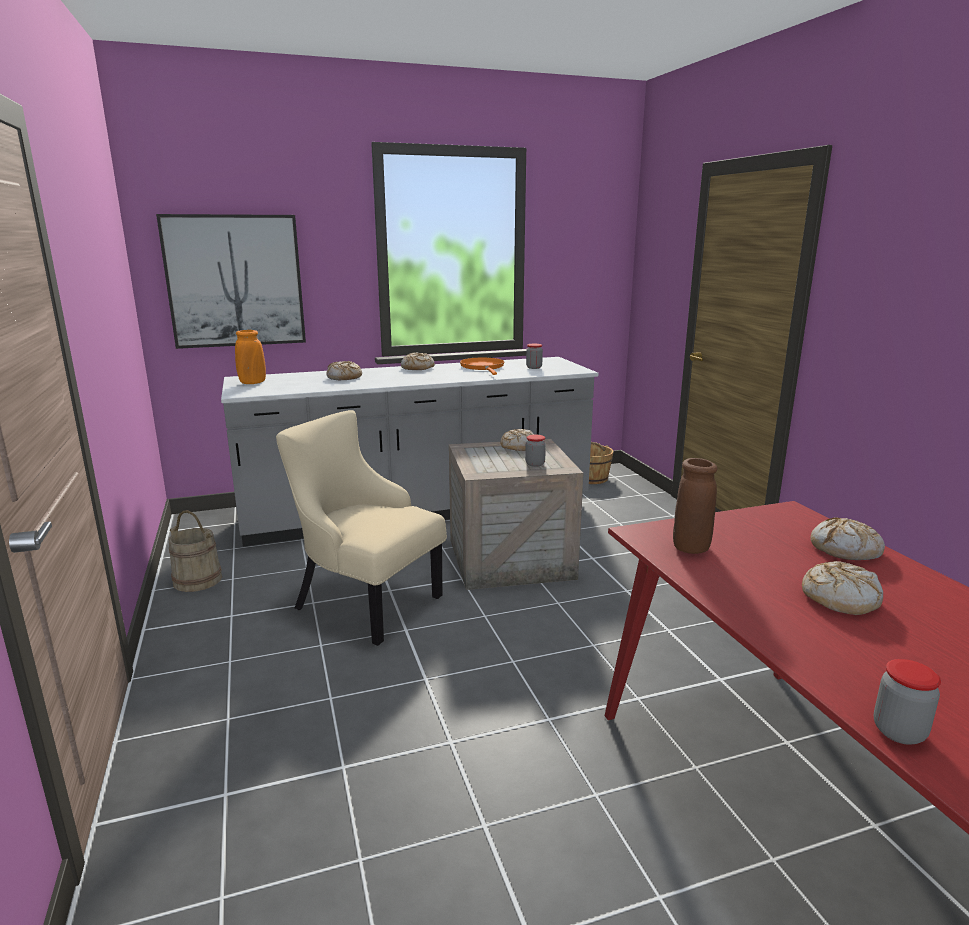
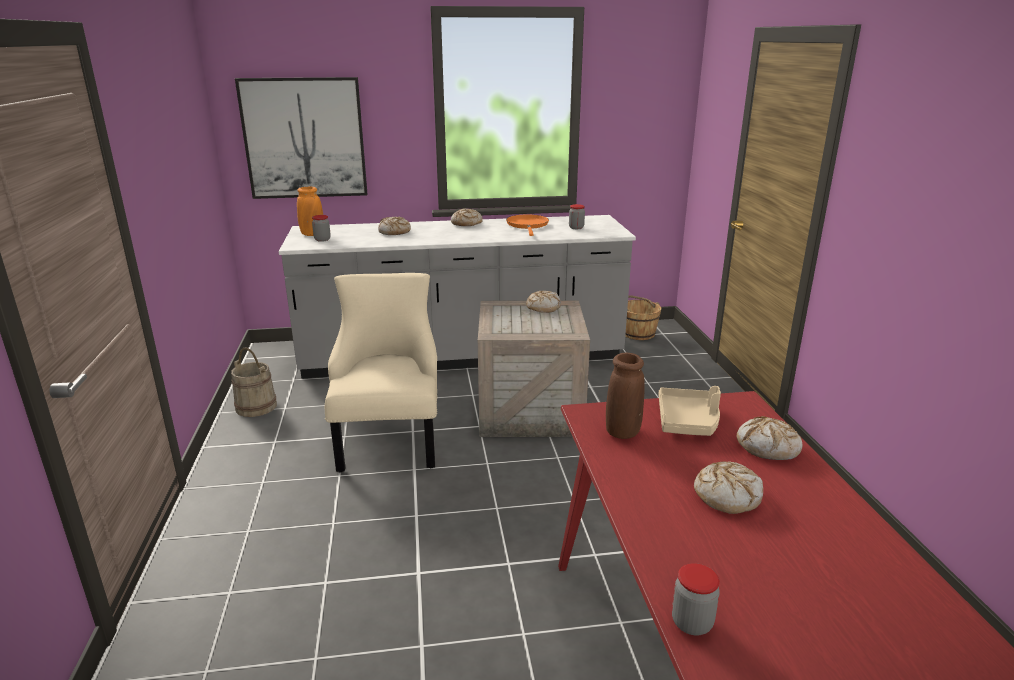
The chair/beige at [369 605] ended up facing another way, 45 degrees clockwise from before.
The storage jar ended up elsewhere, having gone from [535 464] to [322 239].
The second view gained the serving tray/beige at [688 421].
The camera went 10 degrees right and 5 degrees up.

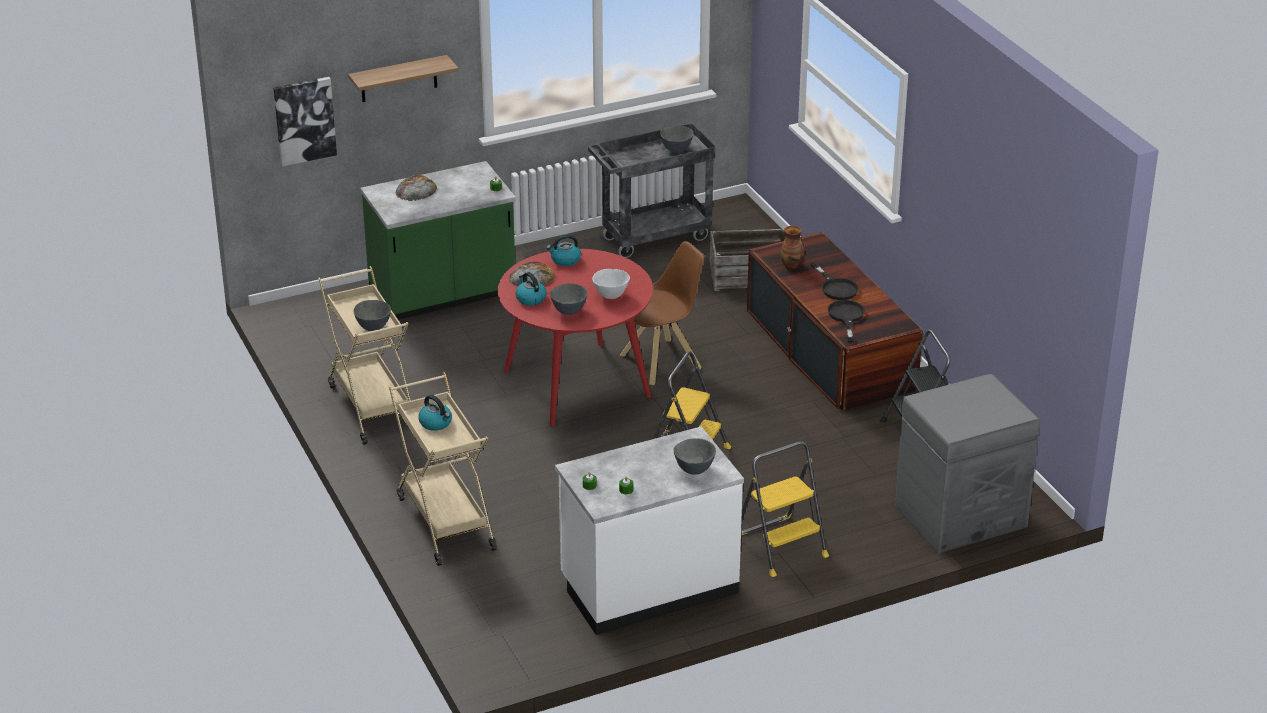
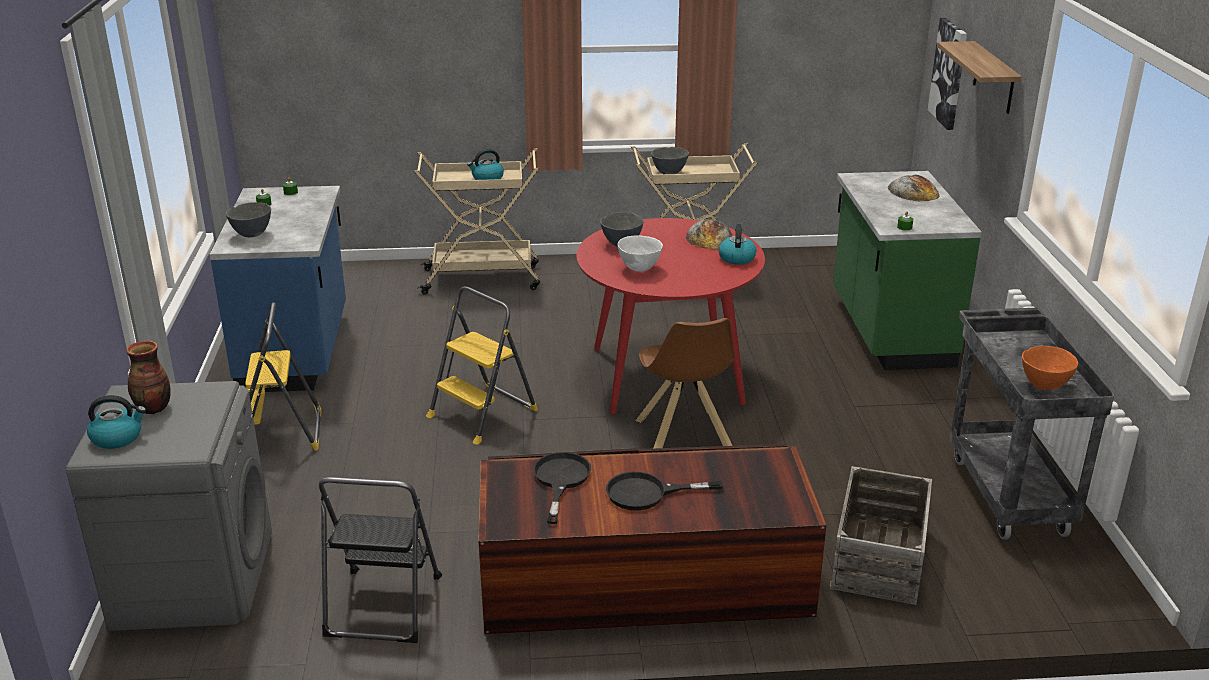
The kettle ended up elsewhere, having gone from [530 299] to [118 437].
What was the counter/white at [648 586] turned into the counter/bluish at [297 351].
What was the deep dish/gray at [676 150] turned into the deep dish/orange-coloured at [1044 386].
The vase ended up elsewhere, having gone from [792 265] to [153 408].
The frying pan/blackish at [846 317] ended up facing another way, 105 degrees counterclockwise from before.
The camera went 110 degrees right and 5 degrees down.

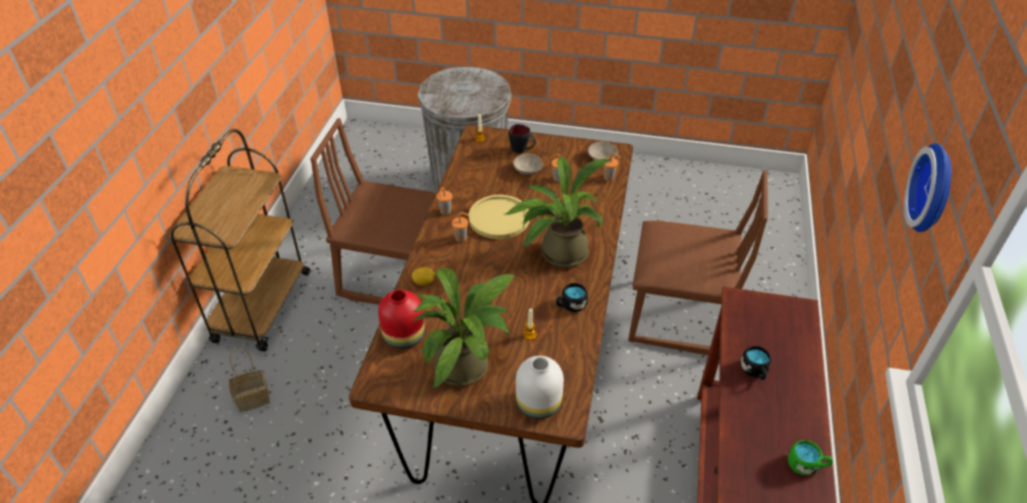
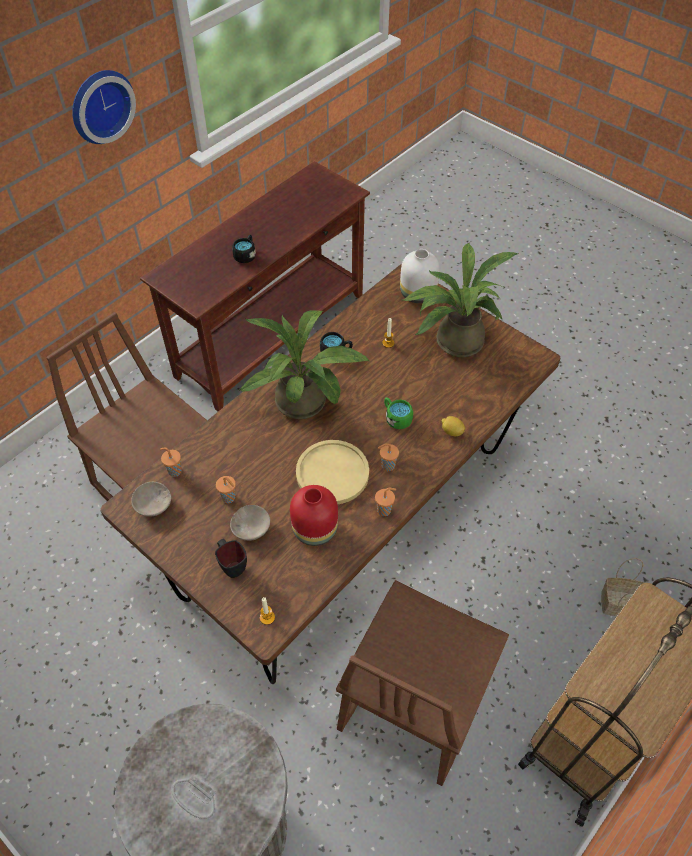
The chair/brown-coloured at [394 274] ended up facing another way, 75 degrees clockwise from before.
The vase/reddish ended up elsewhere, having gone from [405 336] to [313 529].
The tea mug/green ended up elsewhere, having gone from [807 465] to [396 418].
The camera went 150 degrees left and 10 degrees up.

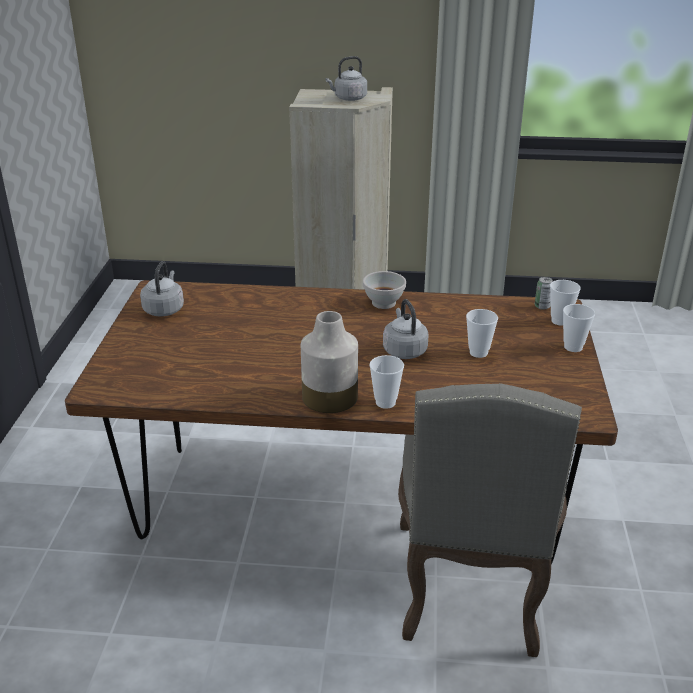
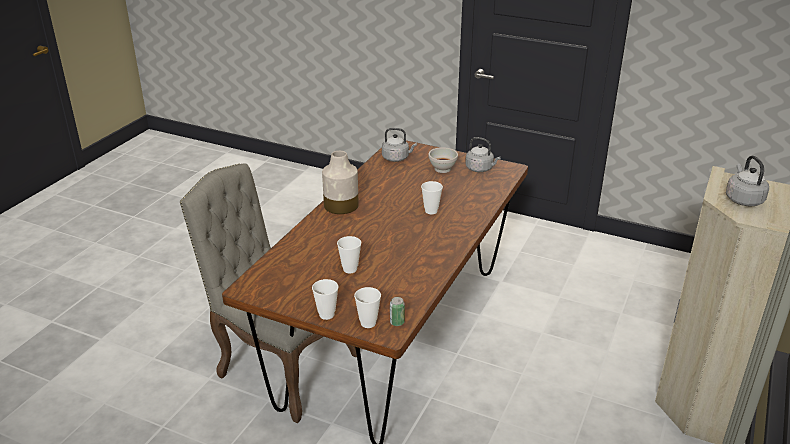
The deep dish/white ended up elsewhere, having gone from [383 303] to [443 169].
The drinking cup ended up elsewhere, having gone from [385 402] to [431 211].
The kettle/gray ended up elsewhere, having gone from [404 350] to [397 158].
The camera went 110 degrees right and 0 degrees up.

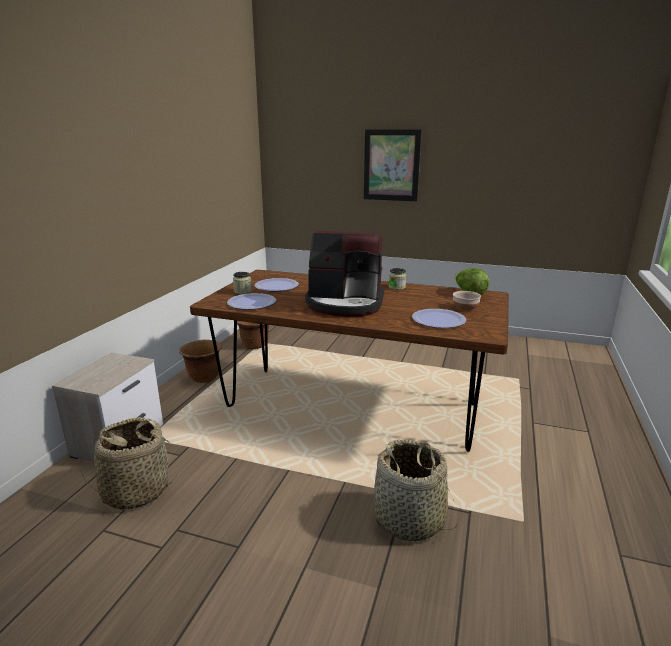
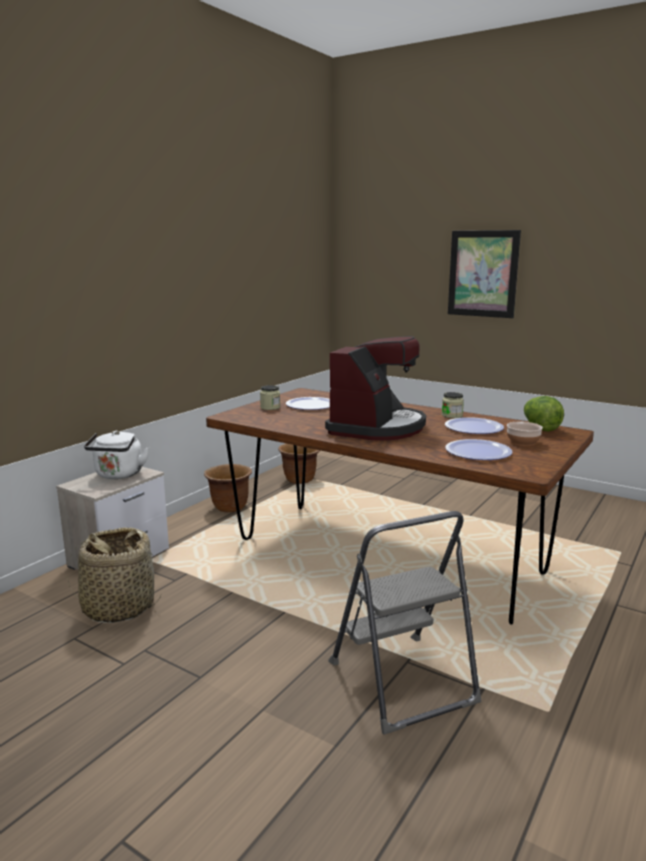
The dinner plate ended up elsewhere, having gone from [251 303] to [473 427].
The coffee machine at [345 304] ended up facing another way, 90 degrees counterclockwise from before.
Where the household basket stood at [410 519], the step stool/gray came to stand at [404 684].
The second view gained the kettle/white at [118 475].
The camera went 15 degrees right and 5 degrees down.

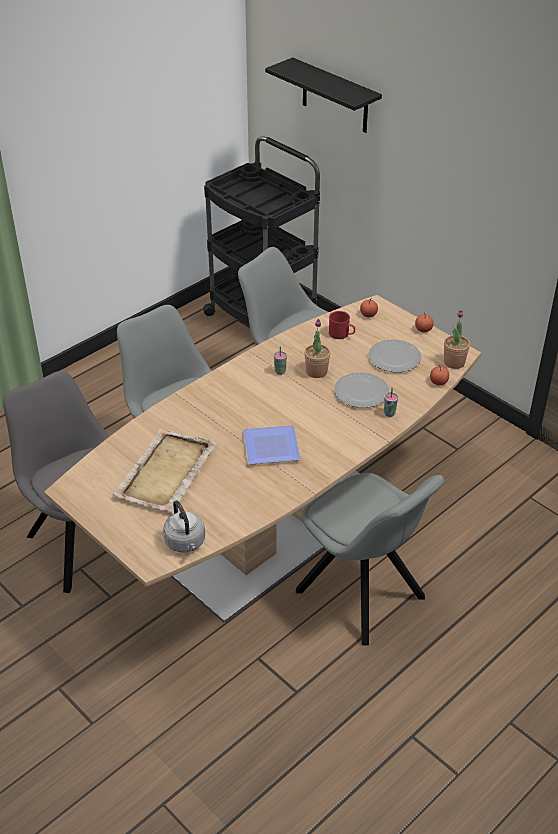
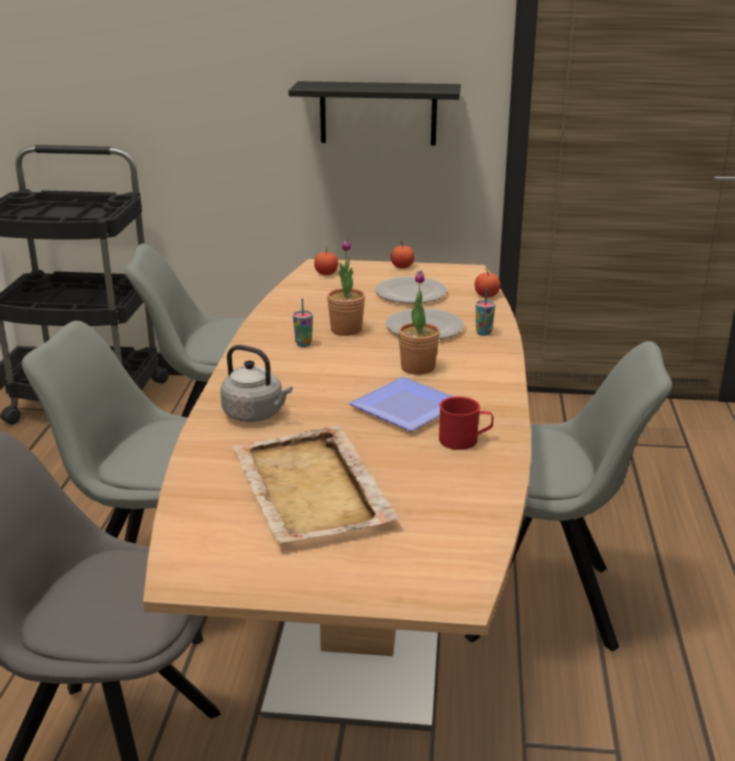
The kettle/gray ended up elsewhere, having gone from [186 543] to [256 414].
The wall shelf/blackish ended up elsewhere, having gone from [335 96] to [378 113].
The tea mug/reddish ended up elsewhere, having gone from [341 334] to [465 440].
The houseplant ended up elsewhere, having gone from [454 362] to [418 367].
The camera went 40 degrees left and 15 degrees down.

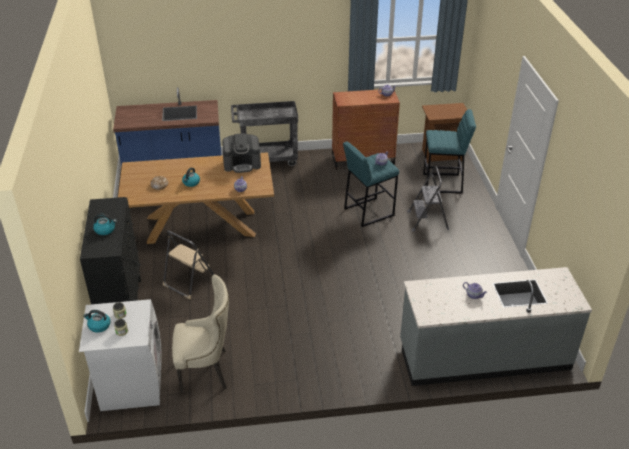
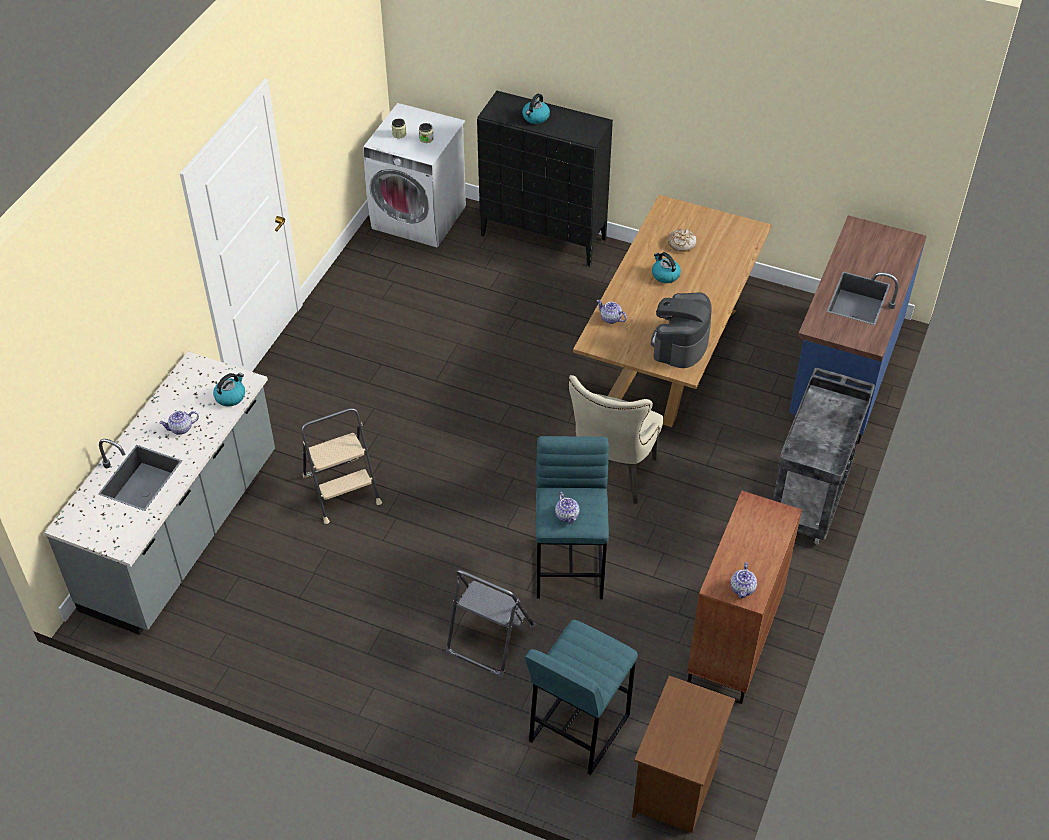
The kettle ended up elsewhere, having gone from [99 326] to [230 396].
The step stool/beige ended up elsewhere, having gone from [188 282] to [341 487].
The chair/beige ended up elsewhere, having gone from [205 371] to [612 472].
The camera went 120 degrees right and 10 degrees up.

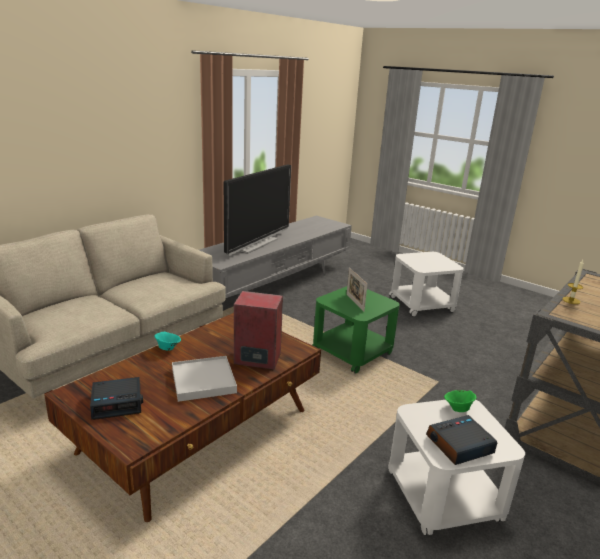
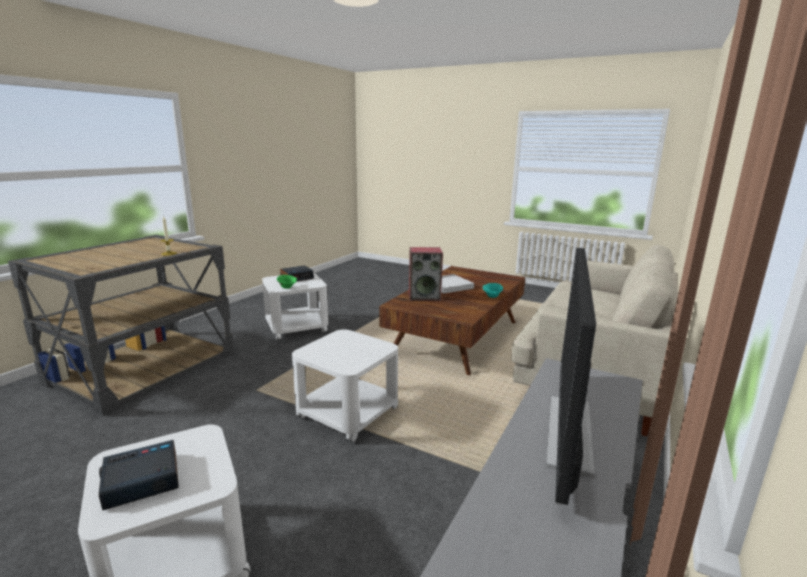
The alarm clock ended up elsewhere, having gone from [117 403] to [141 481].
What was the accent table/green at [352 351] turned into the accent table/white at [347 413].
The second view lost the standing frame at [355 302].
The camera went 170 degrees right and 5 degrees down.

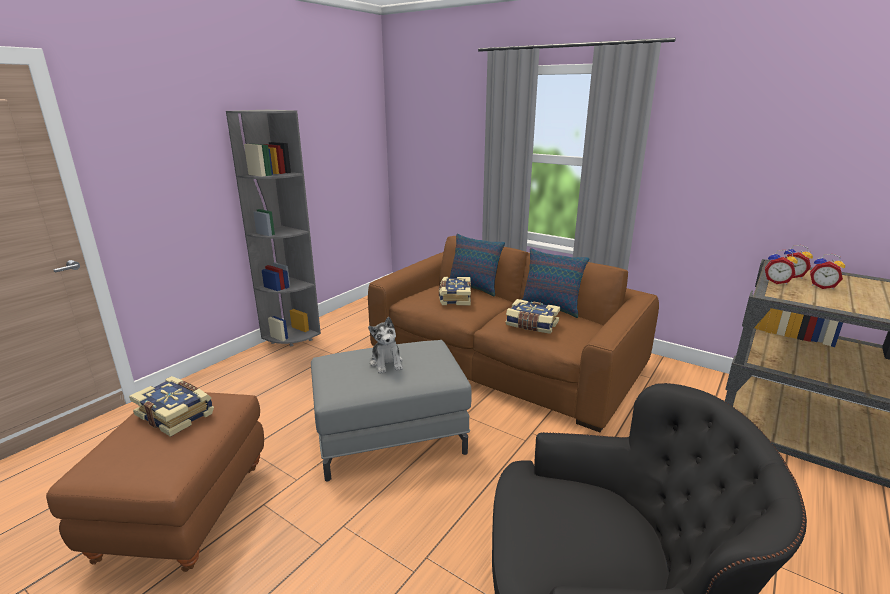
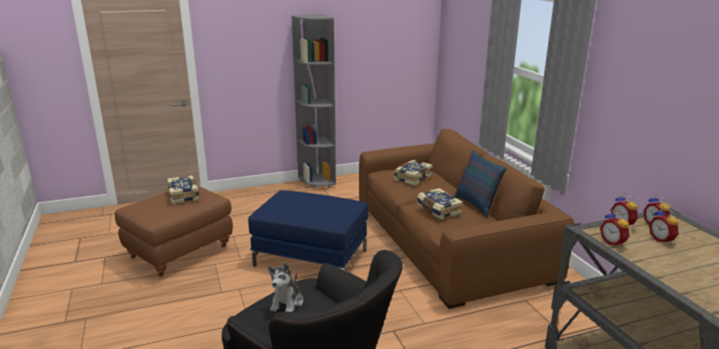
What was the ottoman/gray at [390 435] turned into the ottoman/bluish at [311 258].
The plush toy ended up elsewhere, having gone from [386 363] to [287 303].
The second view lost the cushion/bluish at [474 289].
The second view gained the alarm clock at [613 242].
The camera went 35 degrees right and 0 degrees up.

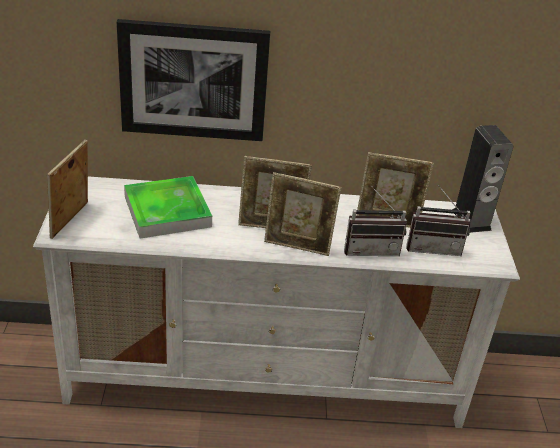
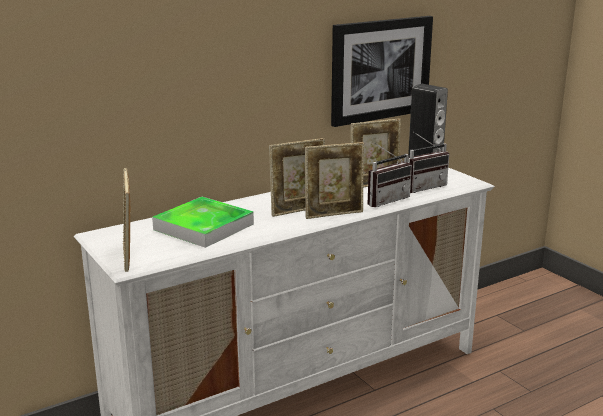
The picture ended up elsewhere, having gone from [193 81] to [380 69].
The camera went 30 degrees left and 15 degrees down.

